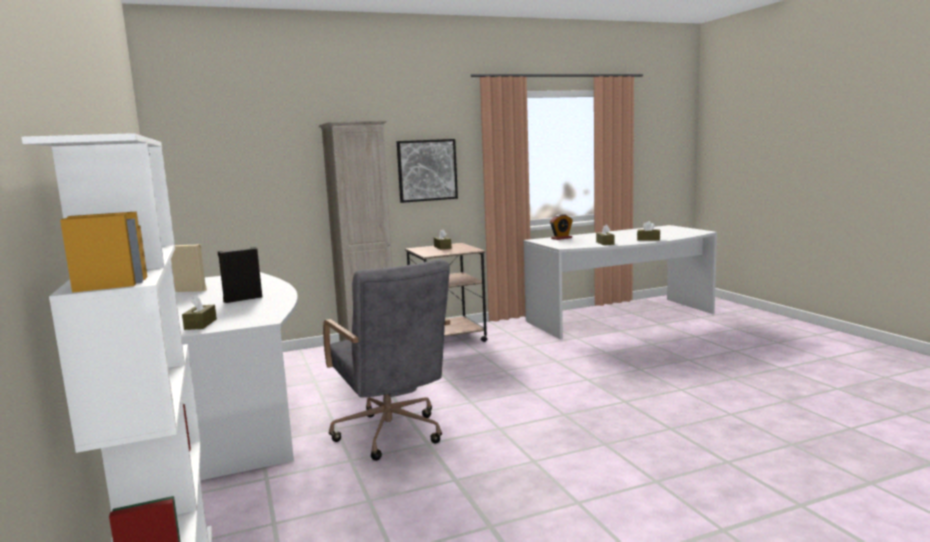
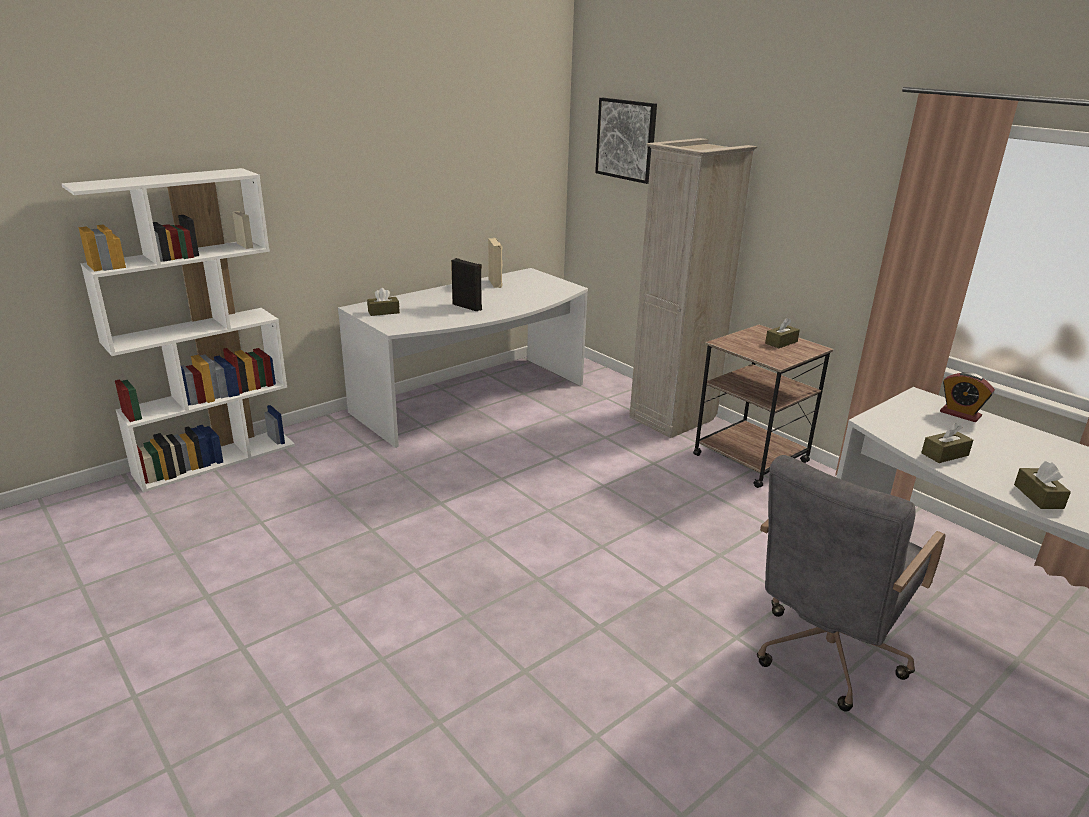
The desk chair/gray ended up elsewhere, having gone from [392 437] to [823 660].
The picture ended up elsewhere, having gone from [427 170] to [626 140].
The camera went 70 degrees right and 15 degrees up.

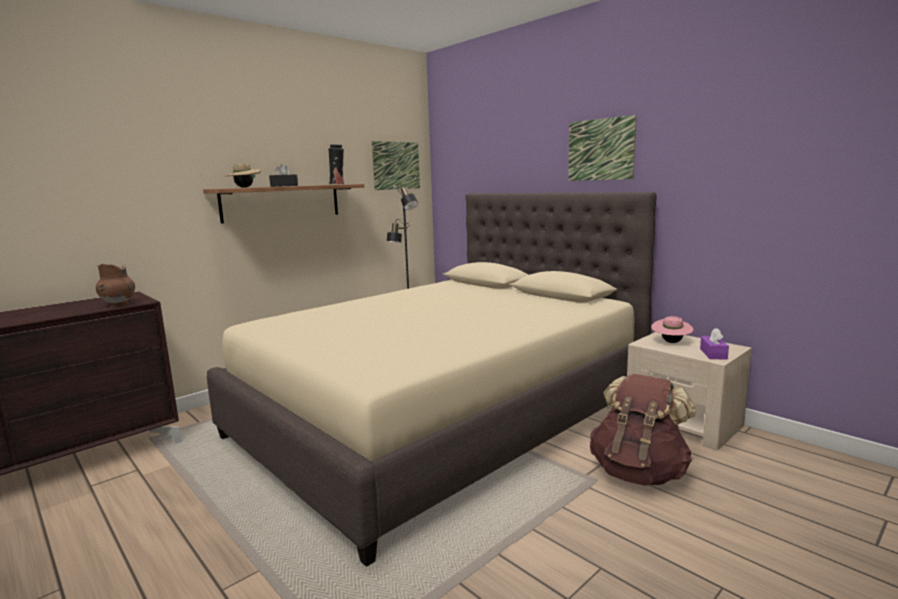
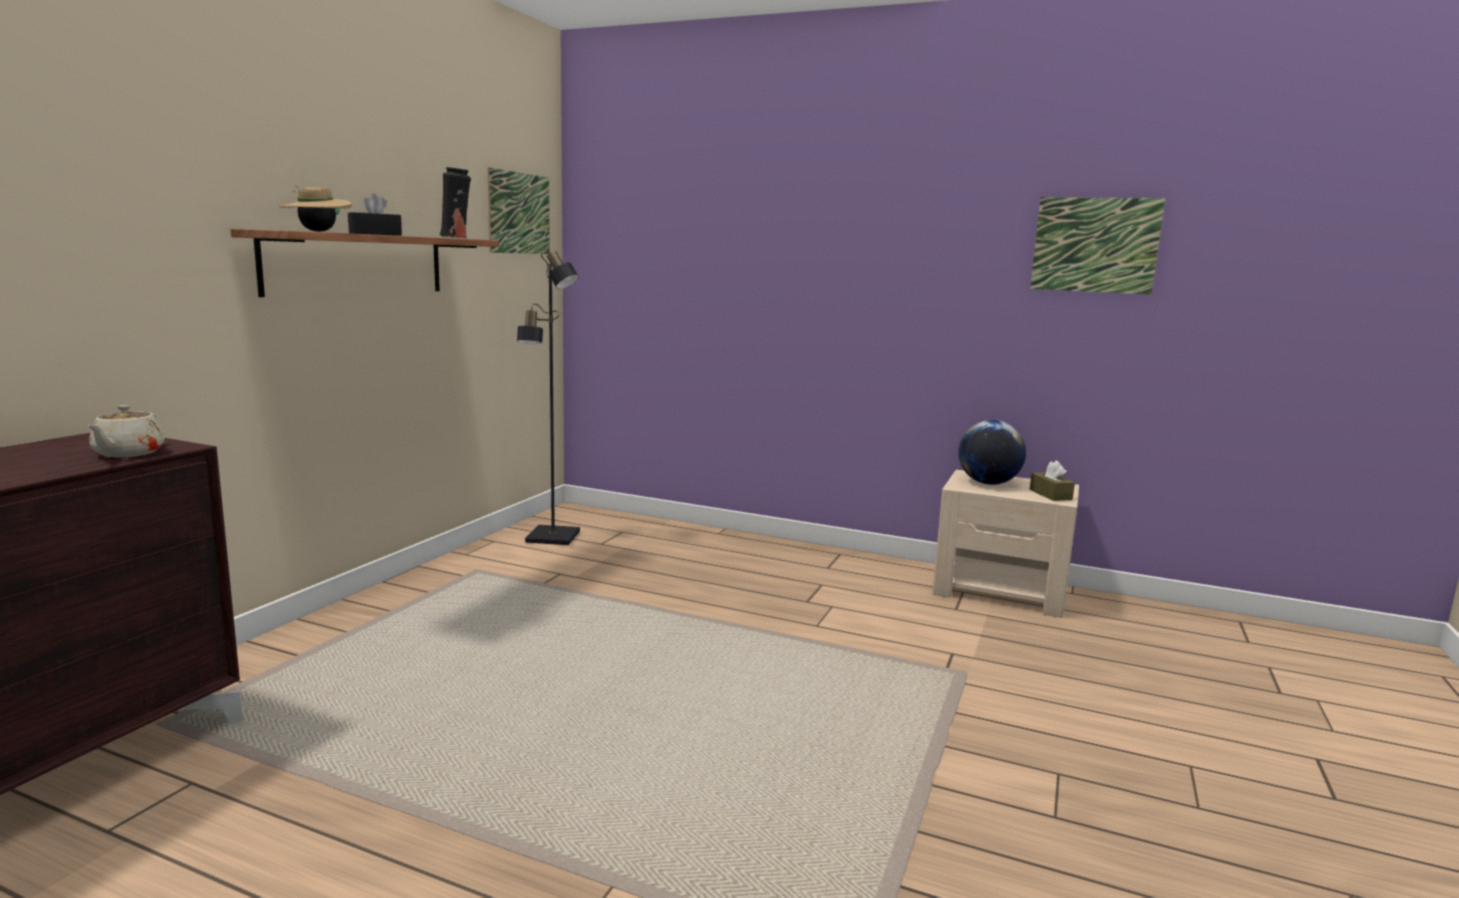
Where the vase/brown-coloured stood at [119 304], the pot for tea/beige came to stand at [128 453].
The second view lost the bed/beige at [444 417].
The picture ended up elsewhere, having gone from [600 149] to [1095 245].
The second view lost the backpack/brown-coloured at [639 472].
Where the wearable hat/pinkish stood at [671 342], the desk globe came to stand at [988 483].
What was the box of tissues/purplish at [713 354] turned into the box of tissues/brown-coloured at [1050 494].
The camera went 25 degrees left and 0 degrees up.

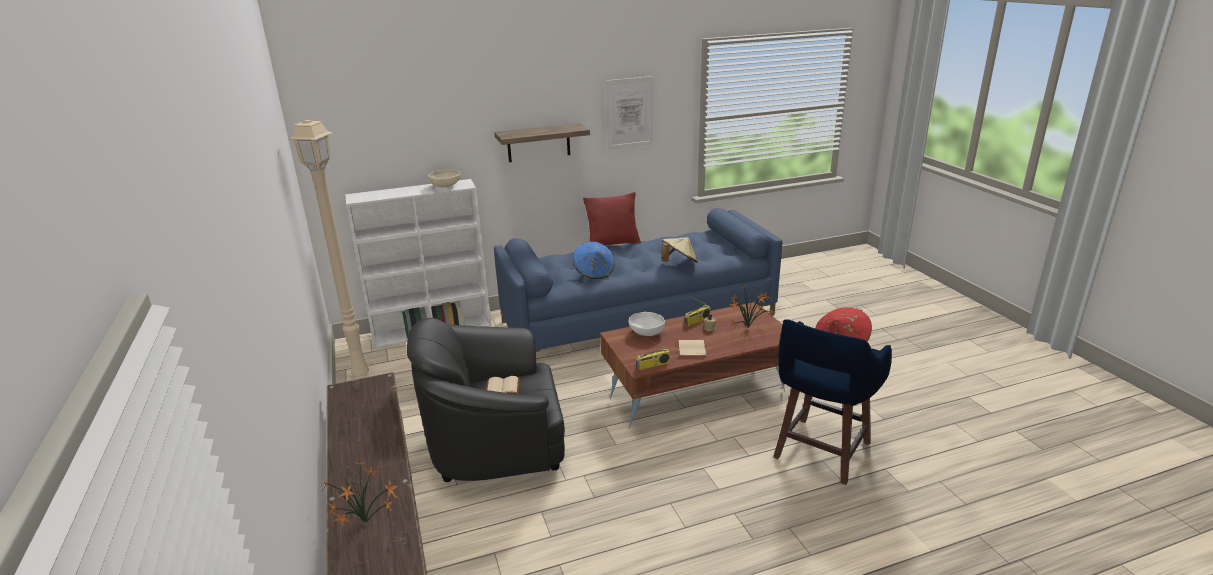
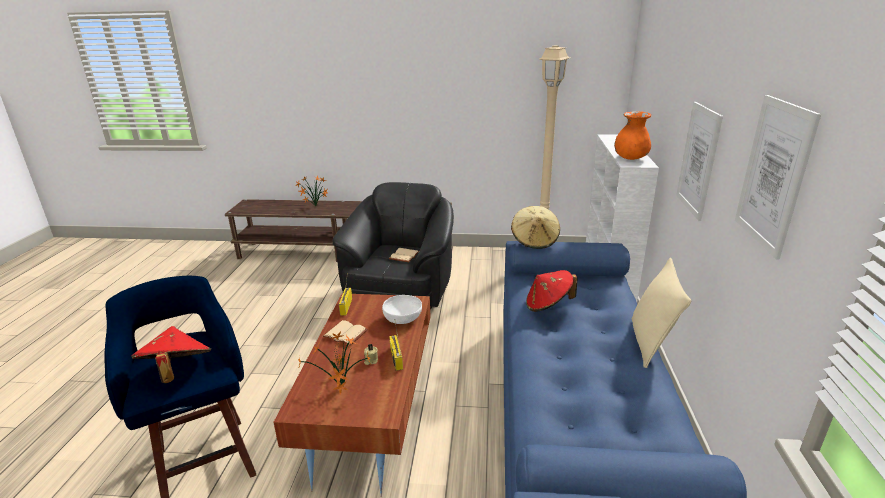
Where the deep dish/beige stood at [446 186], the vase/orange-coloured came to stand at [630 158].
Where the wall shelf hung at [538 143], the picture came to hang at [698 160].
What was the wearable hat/bluish at [594 272] turned into the wearable hat/reddish at [548 305].
What was the cushion/reddish at [613 244] turned into the cushion/beige at [650 343].
The wearable hat/beige ended up elsewhere, having gone from [679 263] to [535 240].
The camera went 115 degrees right and 0 degrees up.

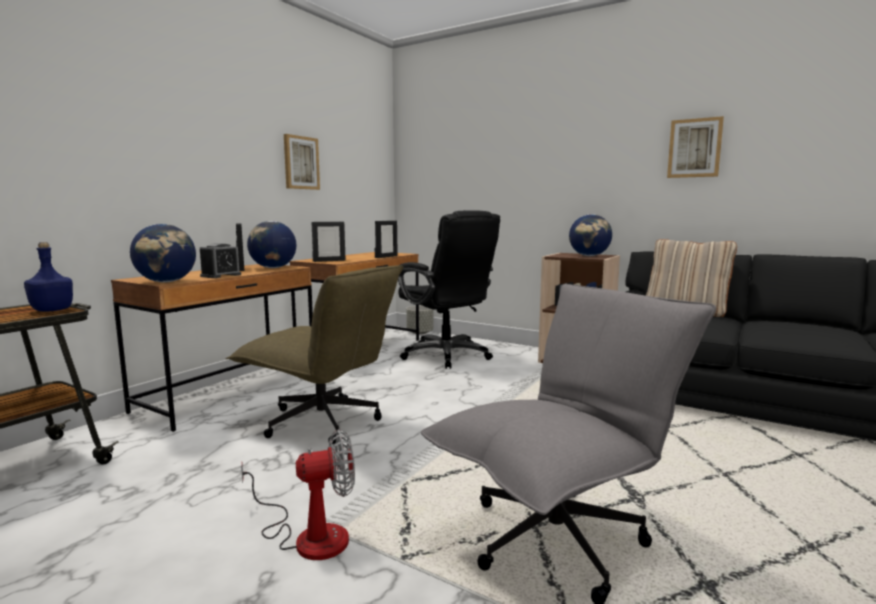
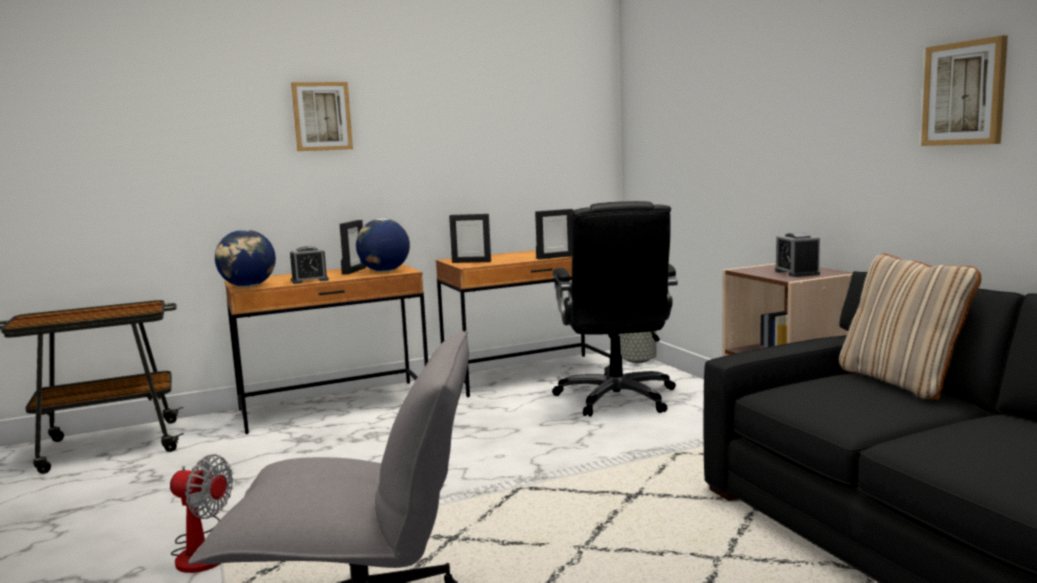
The second view lost the beverage bottle/bluish at [51 310].
The second view lost the desk chair/beige at [320 421].
The picture ended up elsewhere, having gone from [301 163] to [322 116].
Where the desk globe stood at [589 256], the alarm clock came to stand at [797 273].
The camera went 35 degrees right and 0 degrees up.

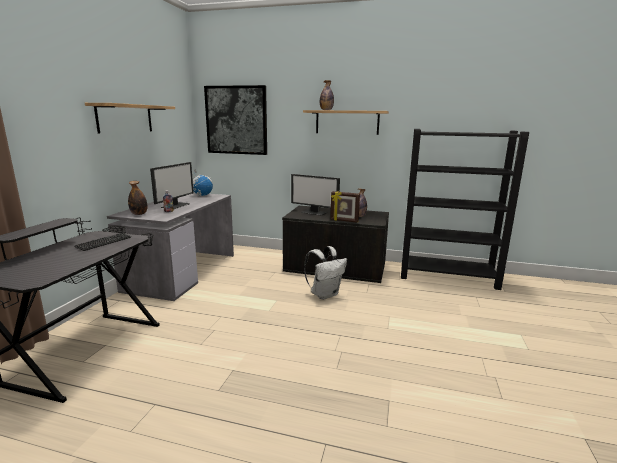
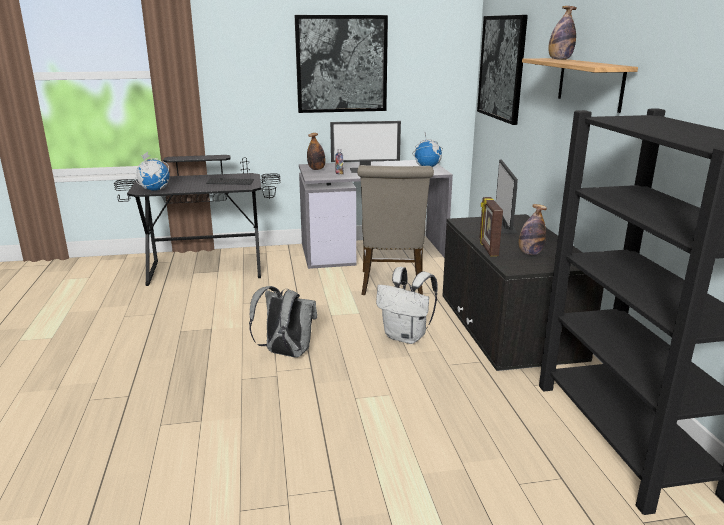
Where the wall shelf hung at [125 118], the picture came to hang at [341 64].
The second view gained the desk globe at [154 190].
The second view gained the backpack/gray at [285 353].
The second view gained the chair/beige at [392 285].
The camera went 65 degrees right and 5 degrees up.

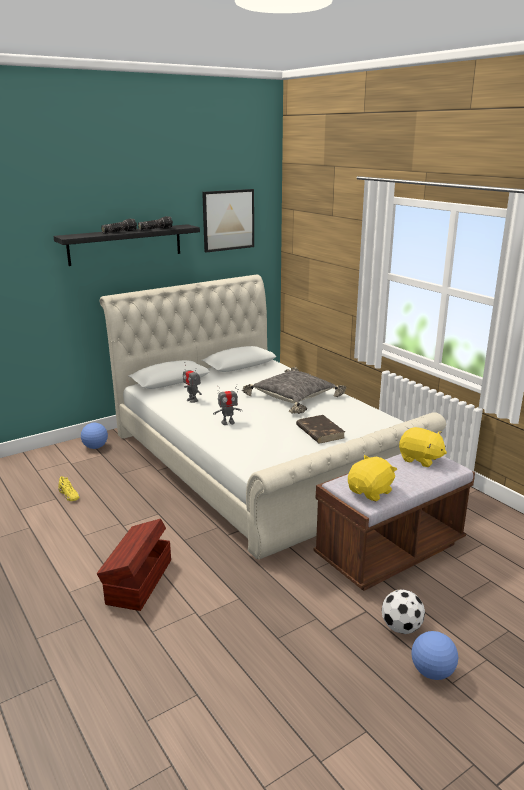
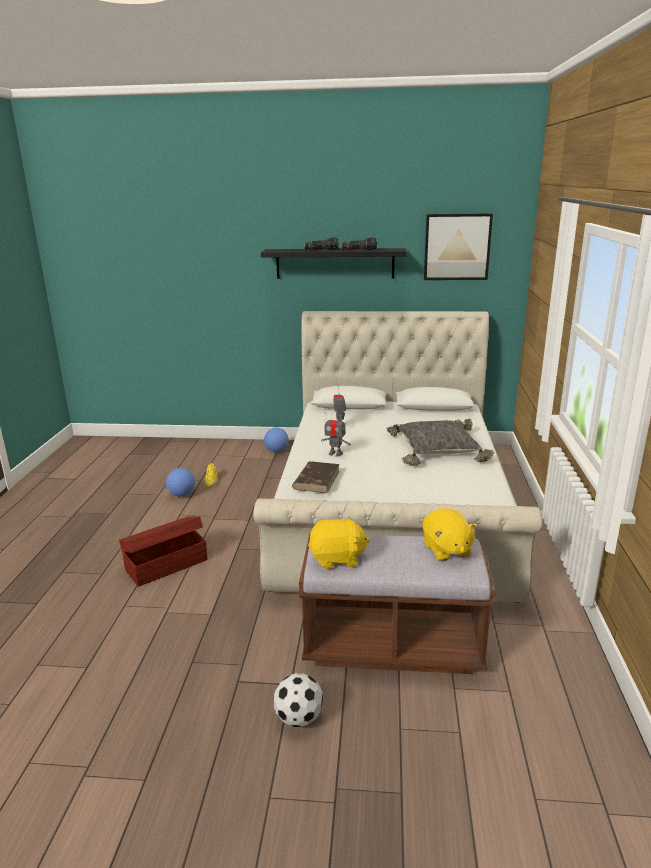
The bound book/brown-coloured ended up elsewhere, having gone from [319 431] to [316 479].
The football ball ended up elsewhere, having gone from [432 672] to [181 495].
The camera went 40 degrees right and 0 degrees up.

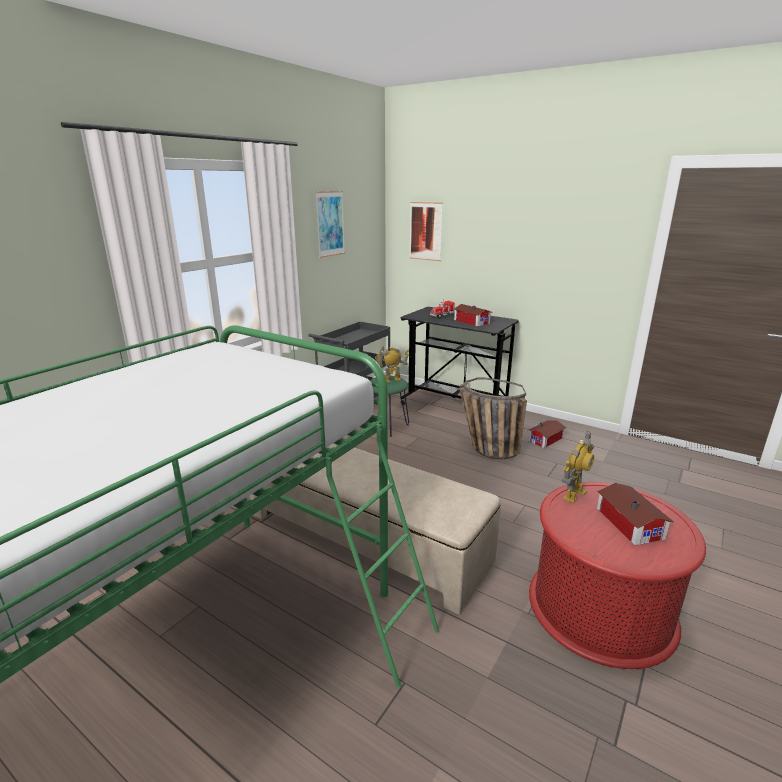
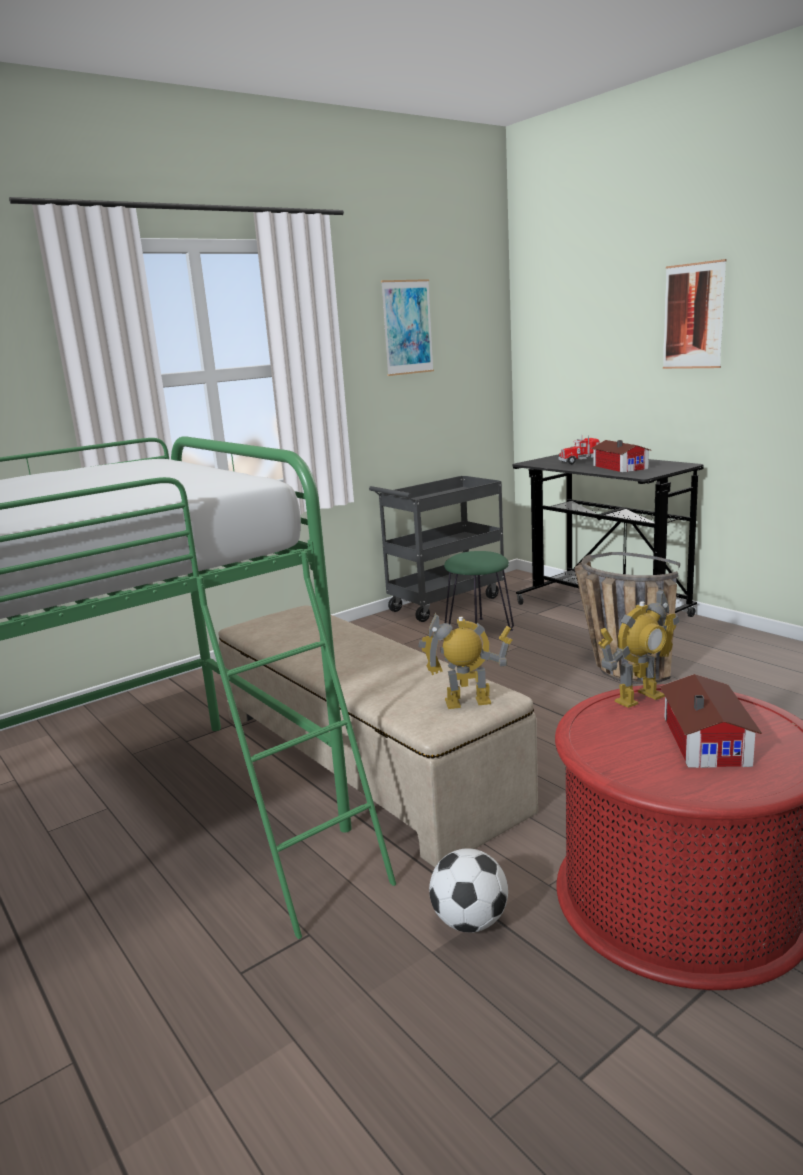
The model robot ended up elsewhere, having gone from [392 380] to [467 702].
The picture ended up elsewhere, having gone from [425 231] to [693 316].
The second view lost the toy house at [547 439].
The second view gained the football ball at [469 922].
The camera went 20 degrees right and 5 degrees down.

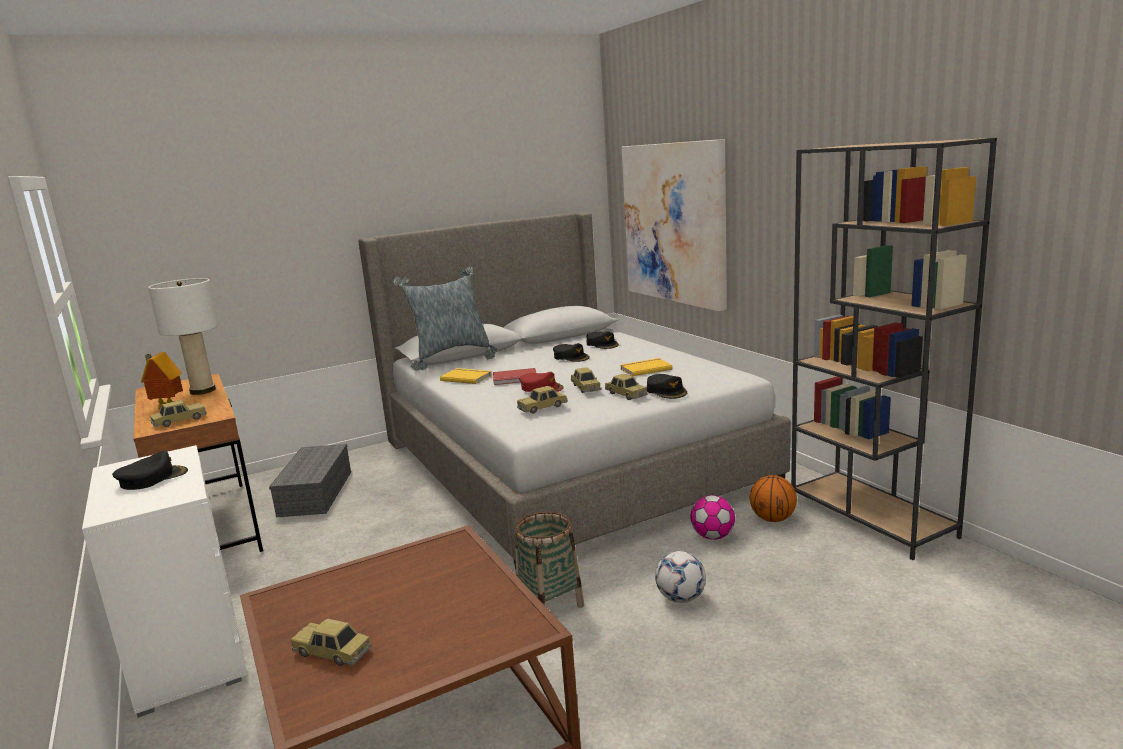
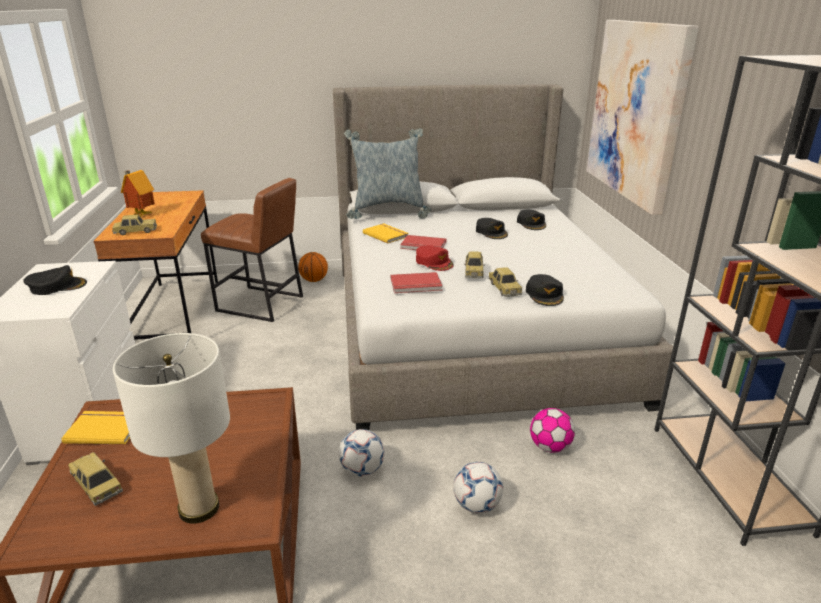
The table lamp/white ended up elsewhere, having gone from [203 391] to [199 509].
Where the storage container/gray stood at [316 494], the chair/brown-coloured came to stand at [261 304].
Where the household basket stood at [550 604], the football ball came to stand at [362 470].
Where the toy car stood at [542 407], the bound book/reddish came to stand at [416 285].
The bound book/yellow-coloured ended up elsewhere, having gone from [645 369] to [105 428].
The basketball ended up elsewhere, having gone from [772 519] to [314 280].
The camera went 20 degrees right and 10 degrees up.

